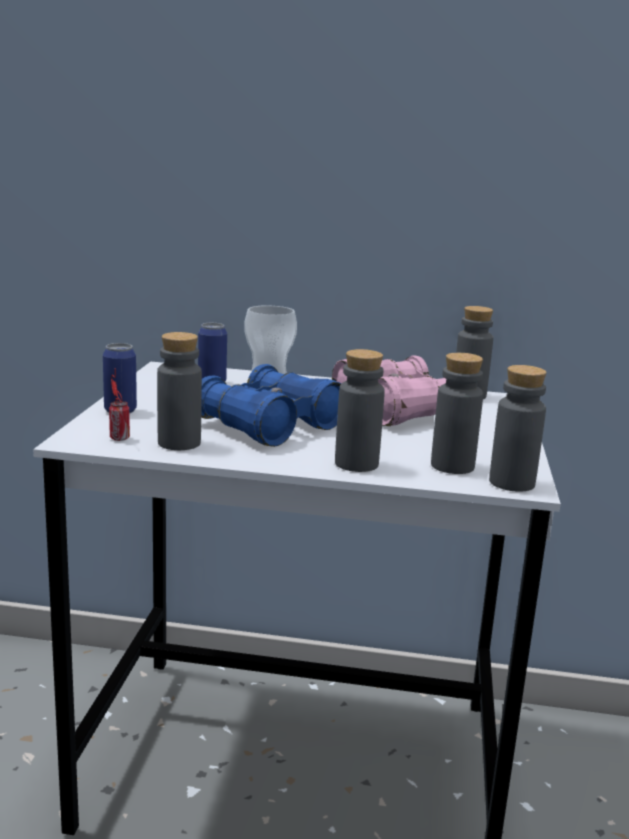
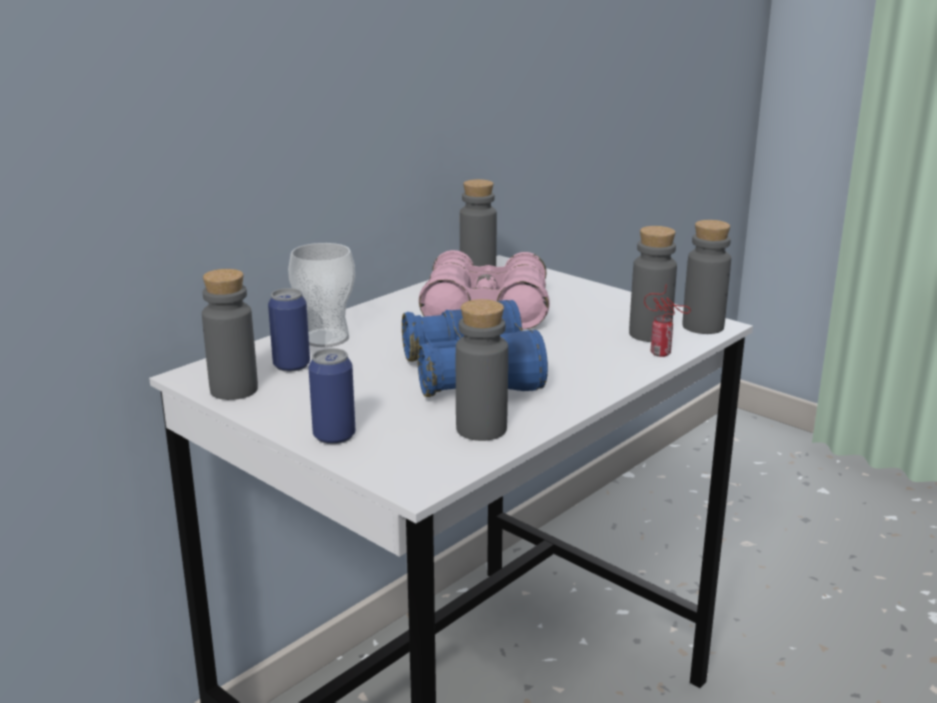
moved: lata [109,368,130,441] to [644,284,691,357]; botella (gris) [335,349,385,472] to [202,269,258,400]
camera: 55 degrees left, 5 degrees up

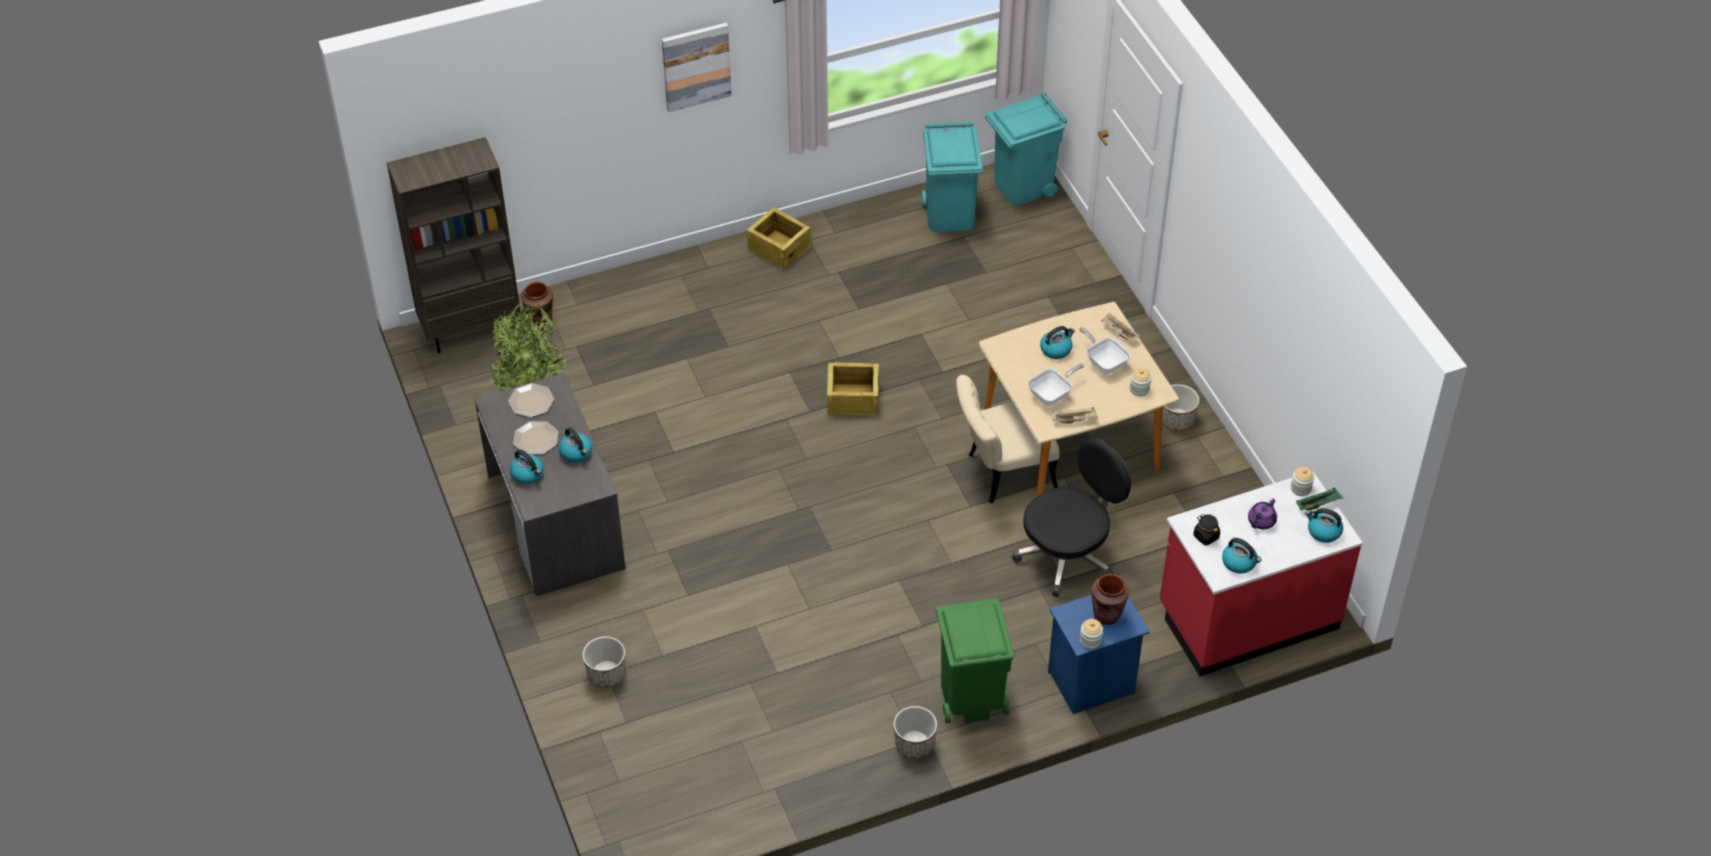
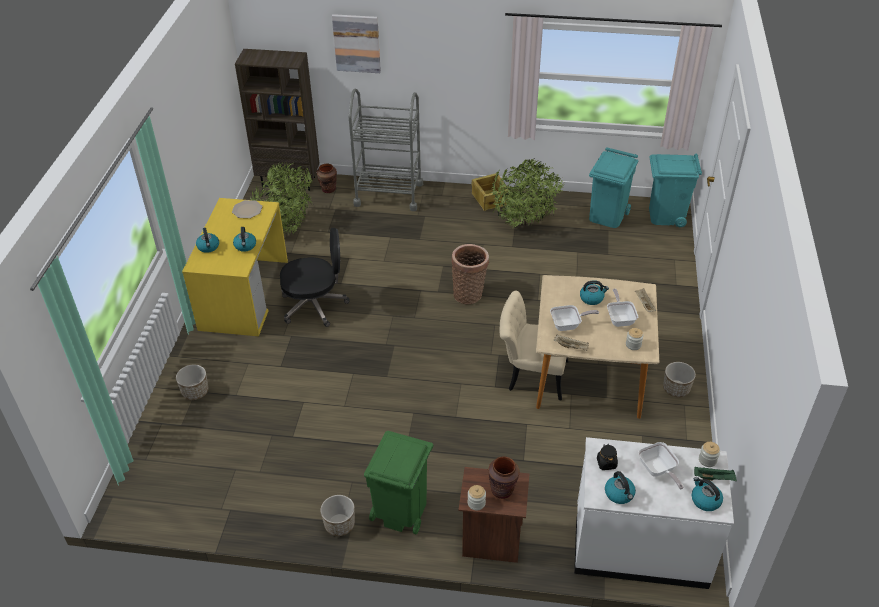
removed: plato [513,421,559,454]
added: carrito (gris) [348,88,423,211]; planta en maceta [489,158,564,228]
moved: cuadro [662,23,732,112] to [332,14,381,73]; silla de oficina (negro) [1012,439,1131,597] to [280,228,350,327]
replaced: caja de embalaje [827,362,879,416] to cesta [451,244,489,304]; tetera (morado) [1248,499,1277,529] to sartén [638,442,683,489]
recoloured: escritorio (gris) [474,373,626,597] to escritorio (amarillo) [182,198,288,336]; mesita de noche (azul) [1048,595,1150,714] to mesita de noche (marrón) [458,467,529,563]; mueble bajo de cocina (rojo) [1160,472,1363,676] to mueble bajo de cocina (blanco) [574,437,734,589]
camera: 30 degrees right, 5 degrees down

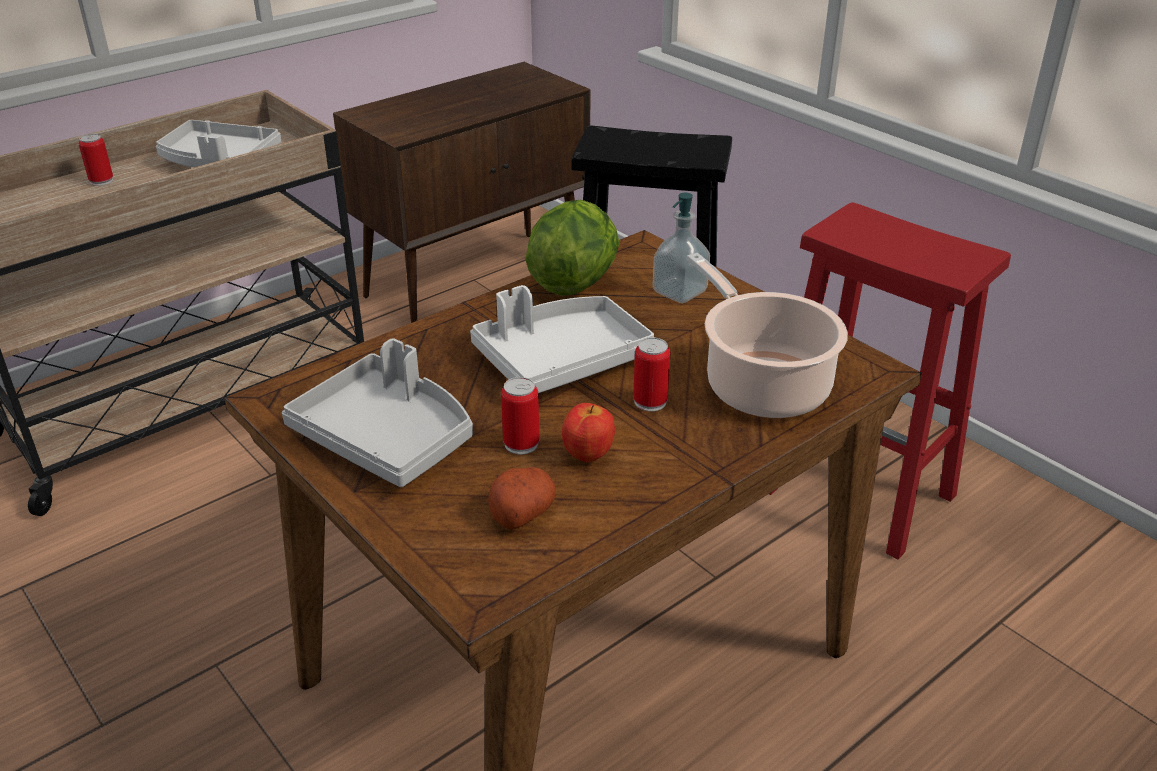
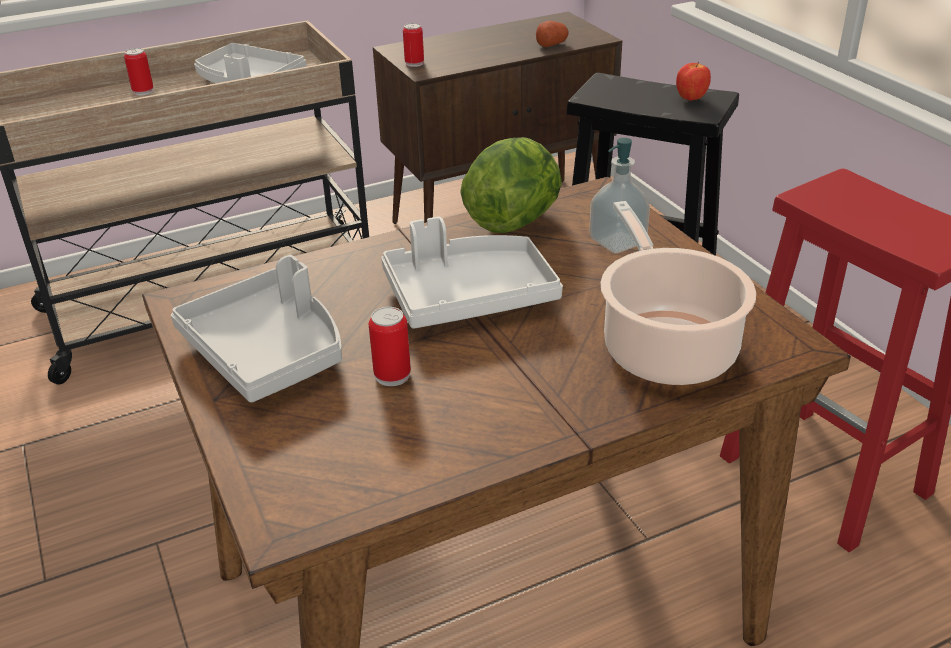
moved: patata [488,467,555,530] to [536,21,569,47]; manzana [562,403,615,462] to [676,62,711,101]; lata [633,337,670,411] to [403,23,424,67]
camera: 15 degrees right, 0 degrees up

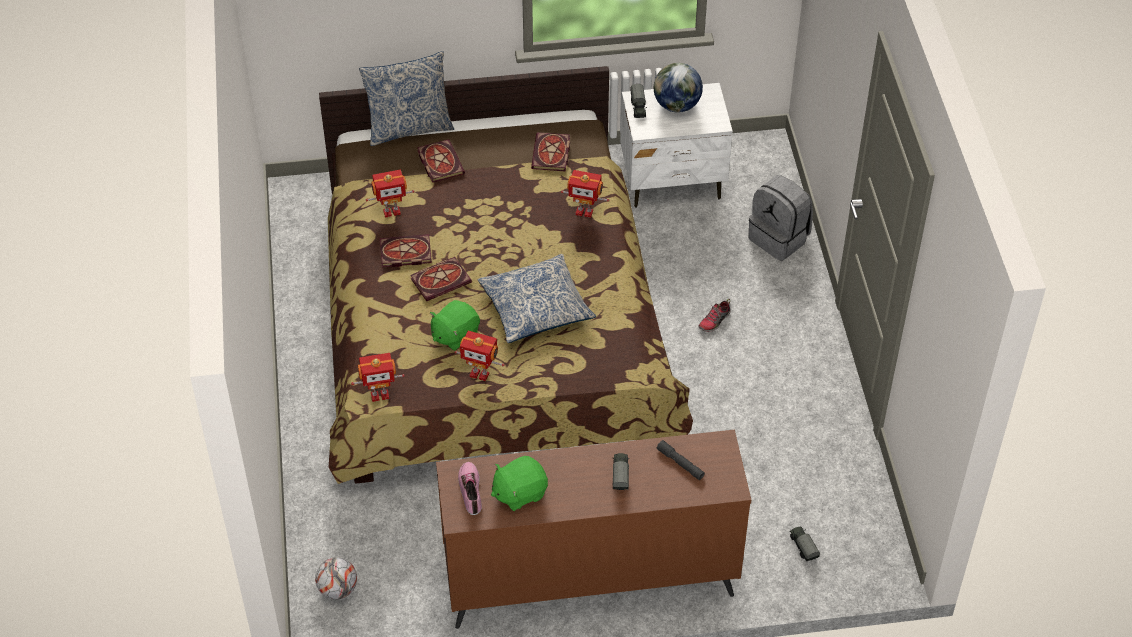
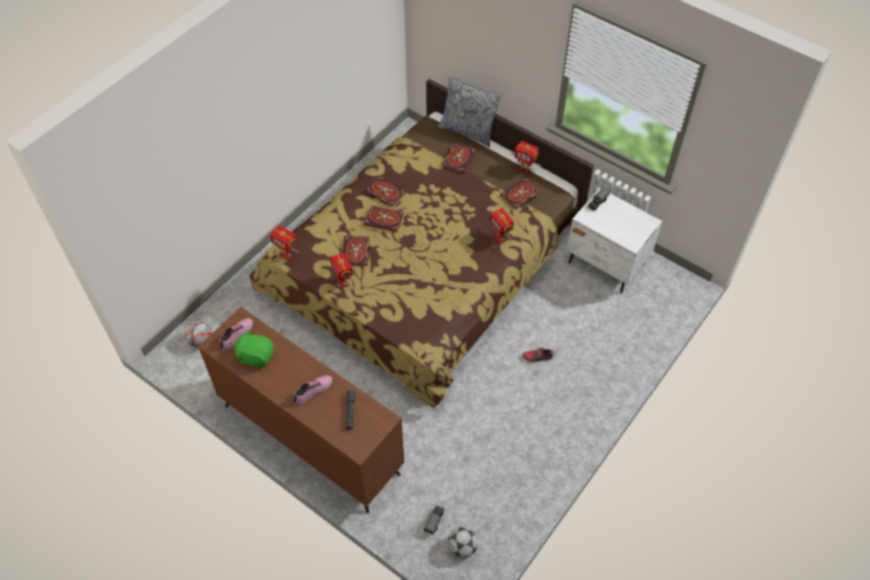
removed: cojín [478,254,596,343]; globo terráqueo [654,63,703,113]; mochila (gris) [748,175,813,261]
added: balón de fútbol [448,526,478,558]
moved: robot de juguete [366,170,414,218] to [511,141,541,175]
replaced: peluche (verde) [430,300,480,351] to libro [343,236,370,266]; camión de juguete [613,453,629,491] to zapato [293,375,332,405]
camera: 45 degrees right, 5 degrees up

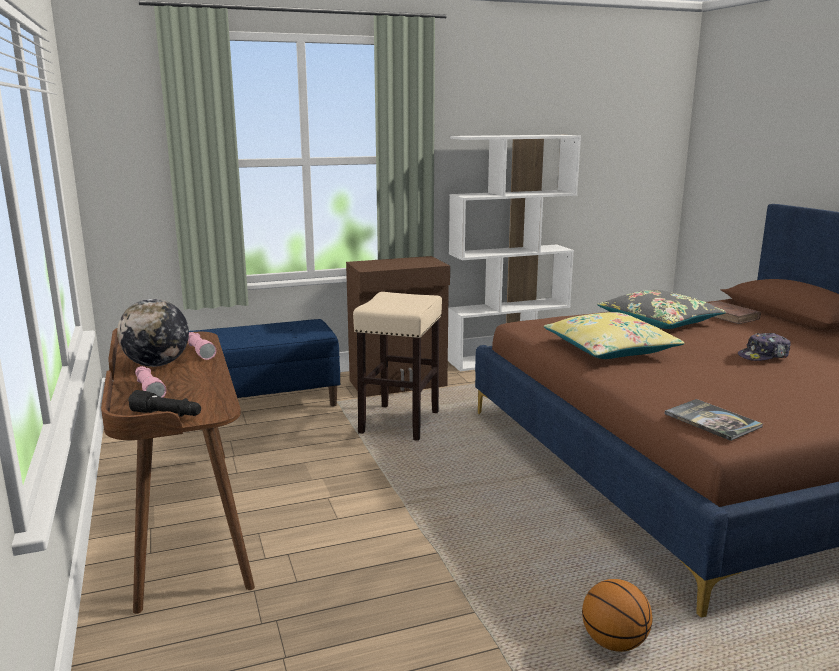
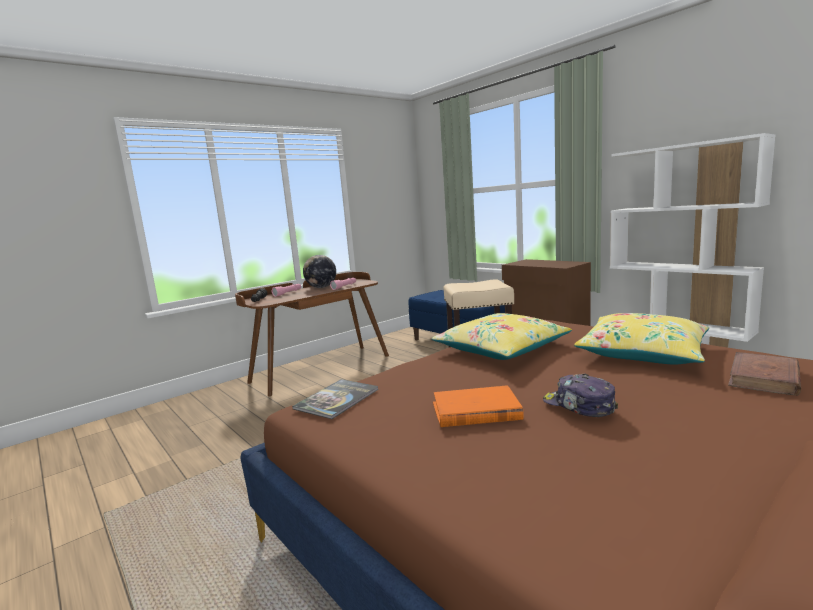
removed: balón de baloncesto [582,579,652,652]
added: libro (naranja) [433,385,524,427]
recoloured: cojín (gris) [597,290,726,329] to cojín (amarillo) [574,313,709,365]
camera: 70 degrees right, 5 degrees down

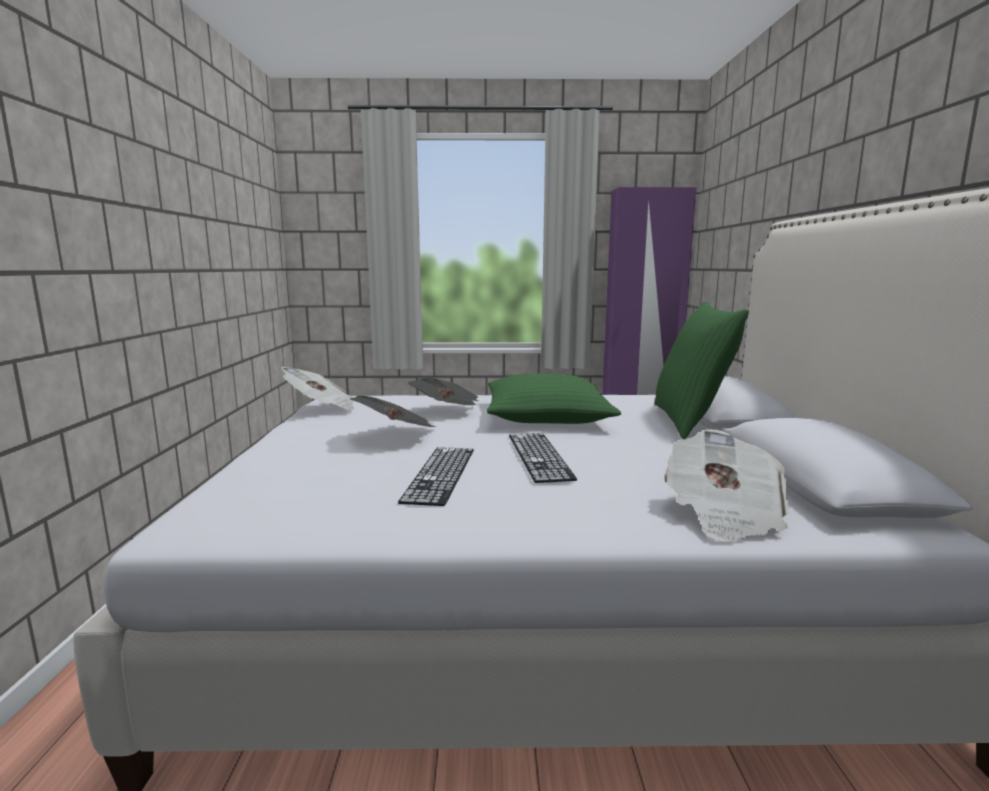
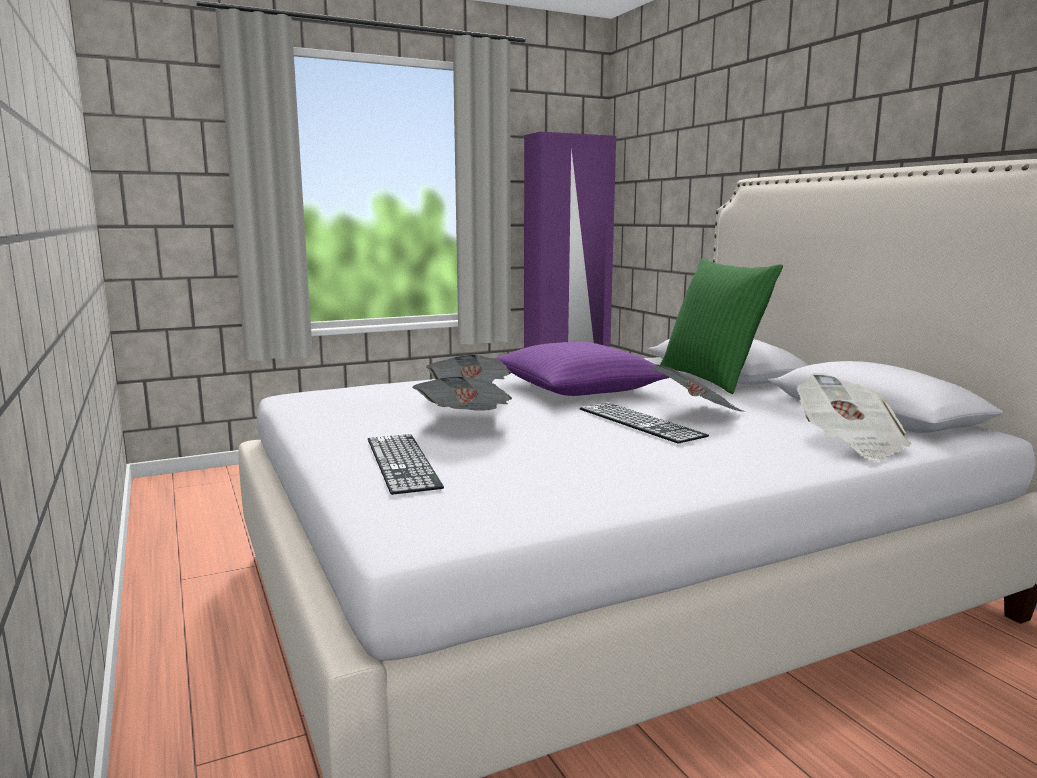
moved: periódico [281,367,354,410] to [651,364,745,412]; teclado [398,447,474,506] to [368,434,444,495]
recoloured: cojín (verde) [487,373,621,424] to cojín (morado) [494,342,670,396]
camera: 25 degrees left, 0 degrees up

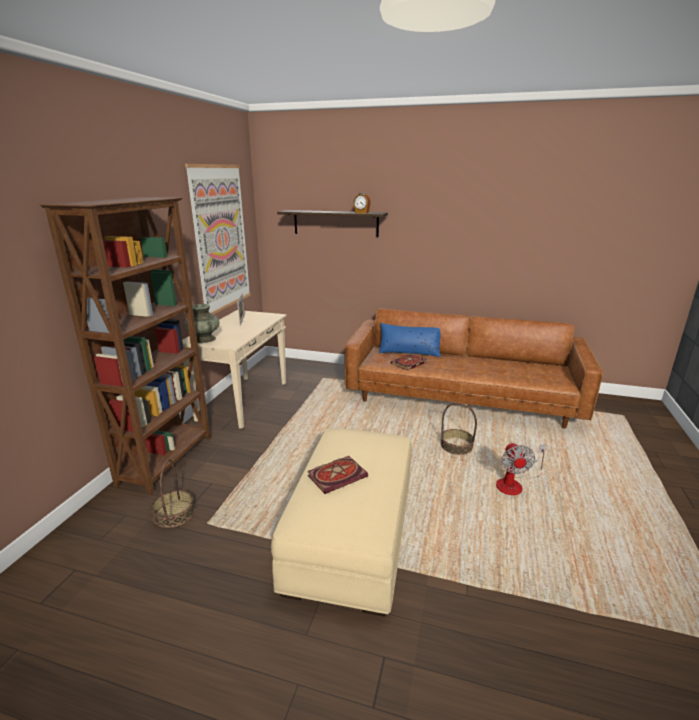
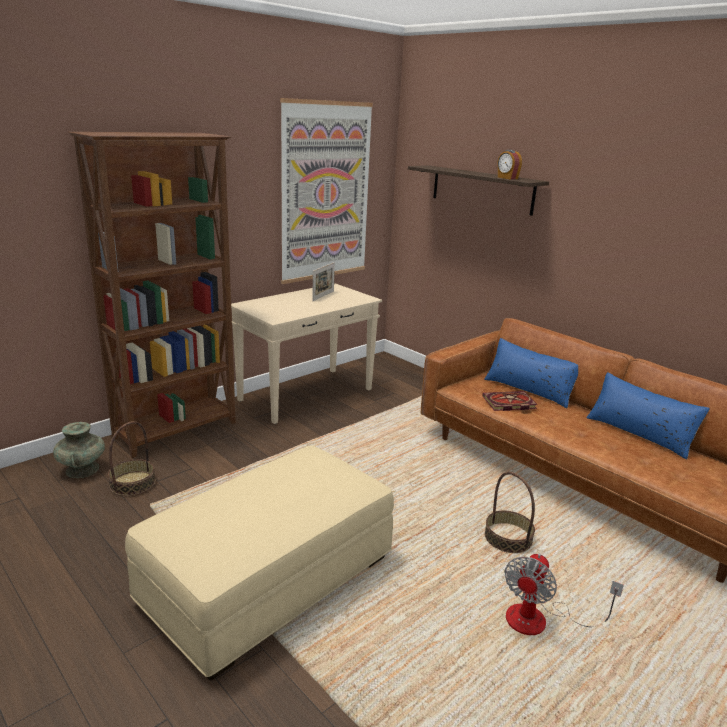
removed: libro [307,456,368,494]
added: cojín (azul) [586,372,710,460]
moved: florero (turquesa) [184,304,219,343] to [53,422,105,478]
camera: 30 degrees right, 0 degrees up

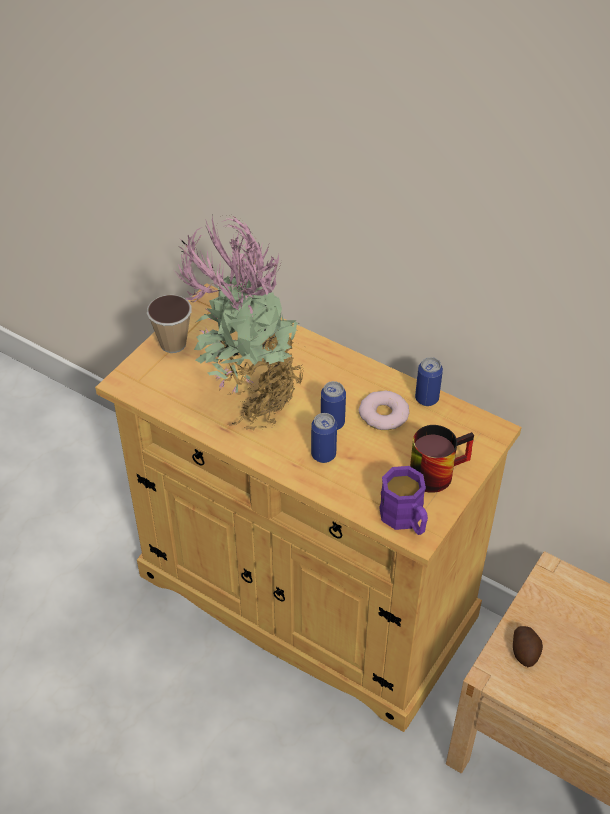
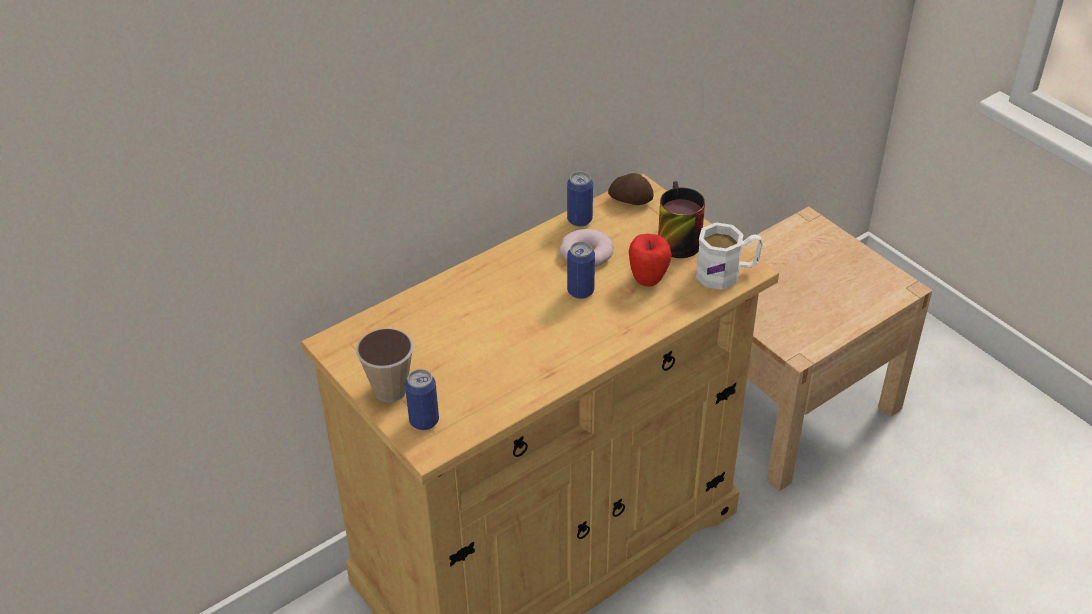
removed: planta en maceta [175,215,305,430]
added: manzana [629,234,671,287]
moved: lata [311,413,337,463] to [405,369,439,430]; patata [513,626,543,667] to [608,173,654,205]
recoloured: taza grande (morado) [379,466,428,535] to taza grande (blanco) [695,222,763,290]
camera: 70 degrees left, 5 degrees down

